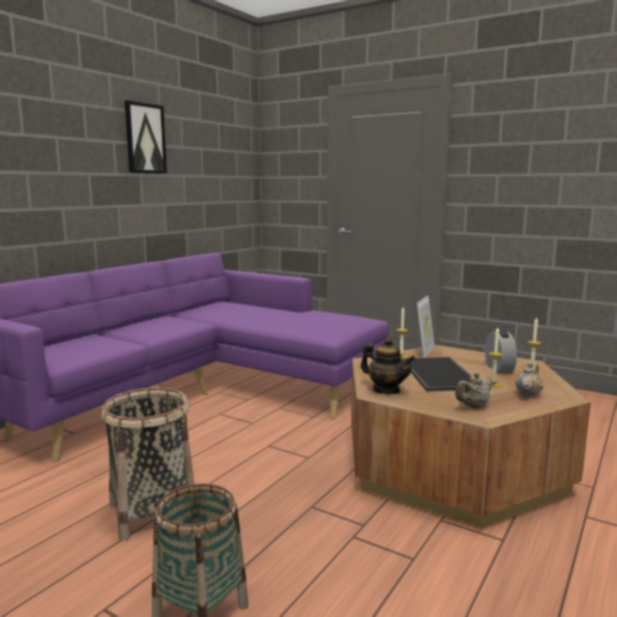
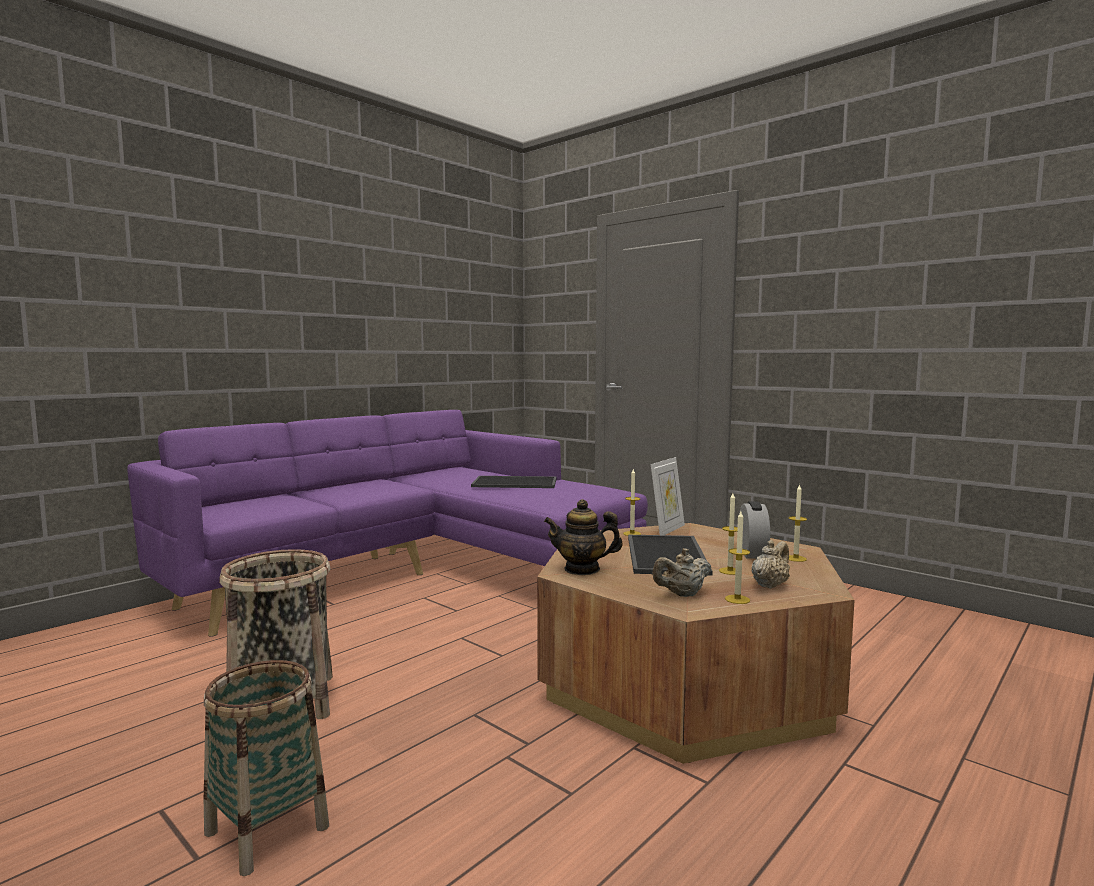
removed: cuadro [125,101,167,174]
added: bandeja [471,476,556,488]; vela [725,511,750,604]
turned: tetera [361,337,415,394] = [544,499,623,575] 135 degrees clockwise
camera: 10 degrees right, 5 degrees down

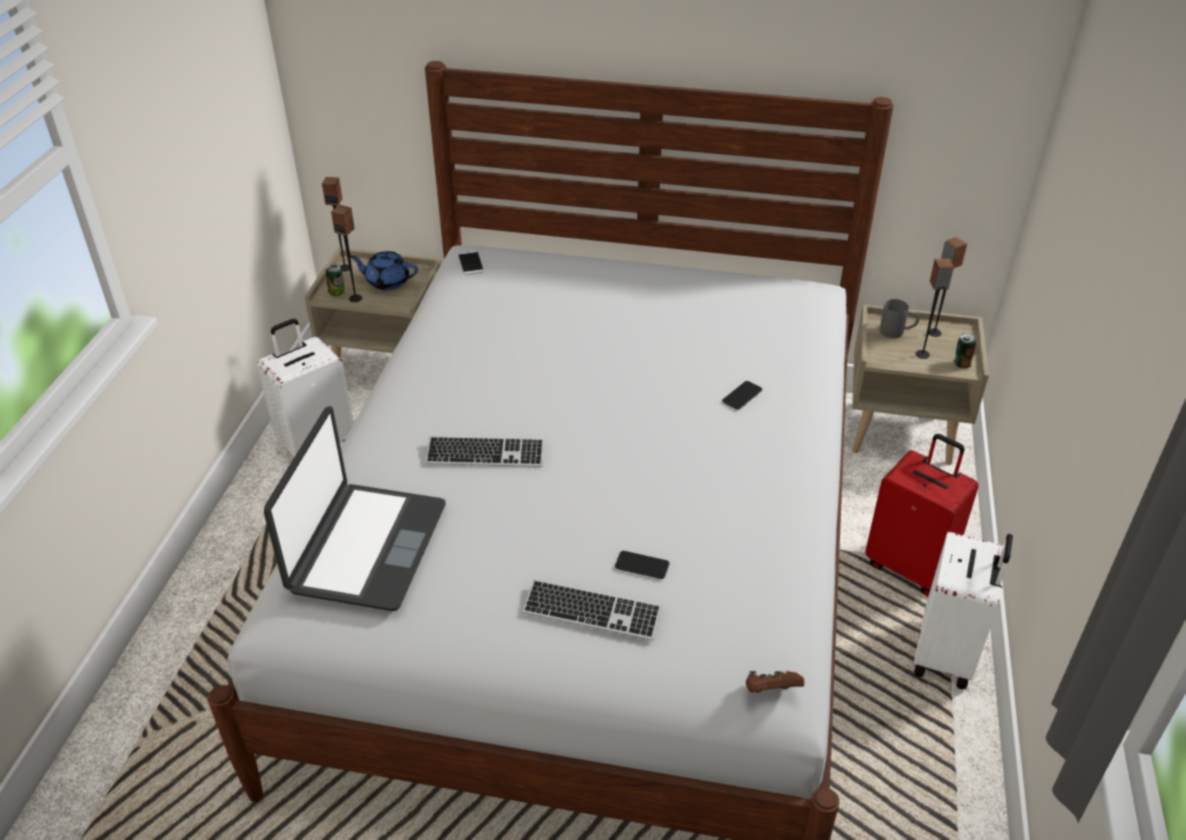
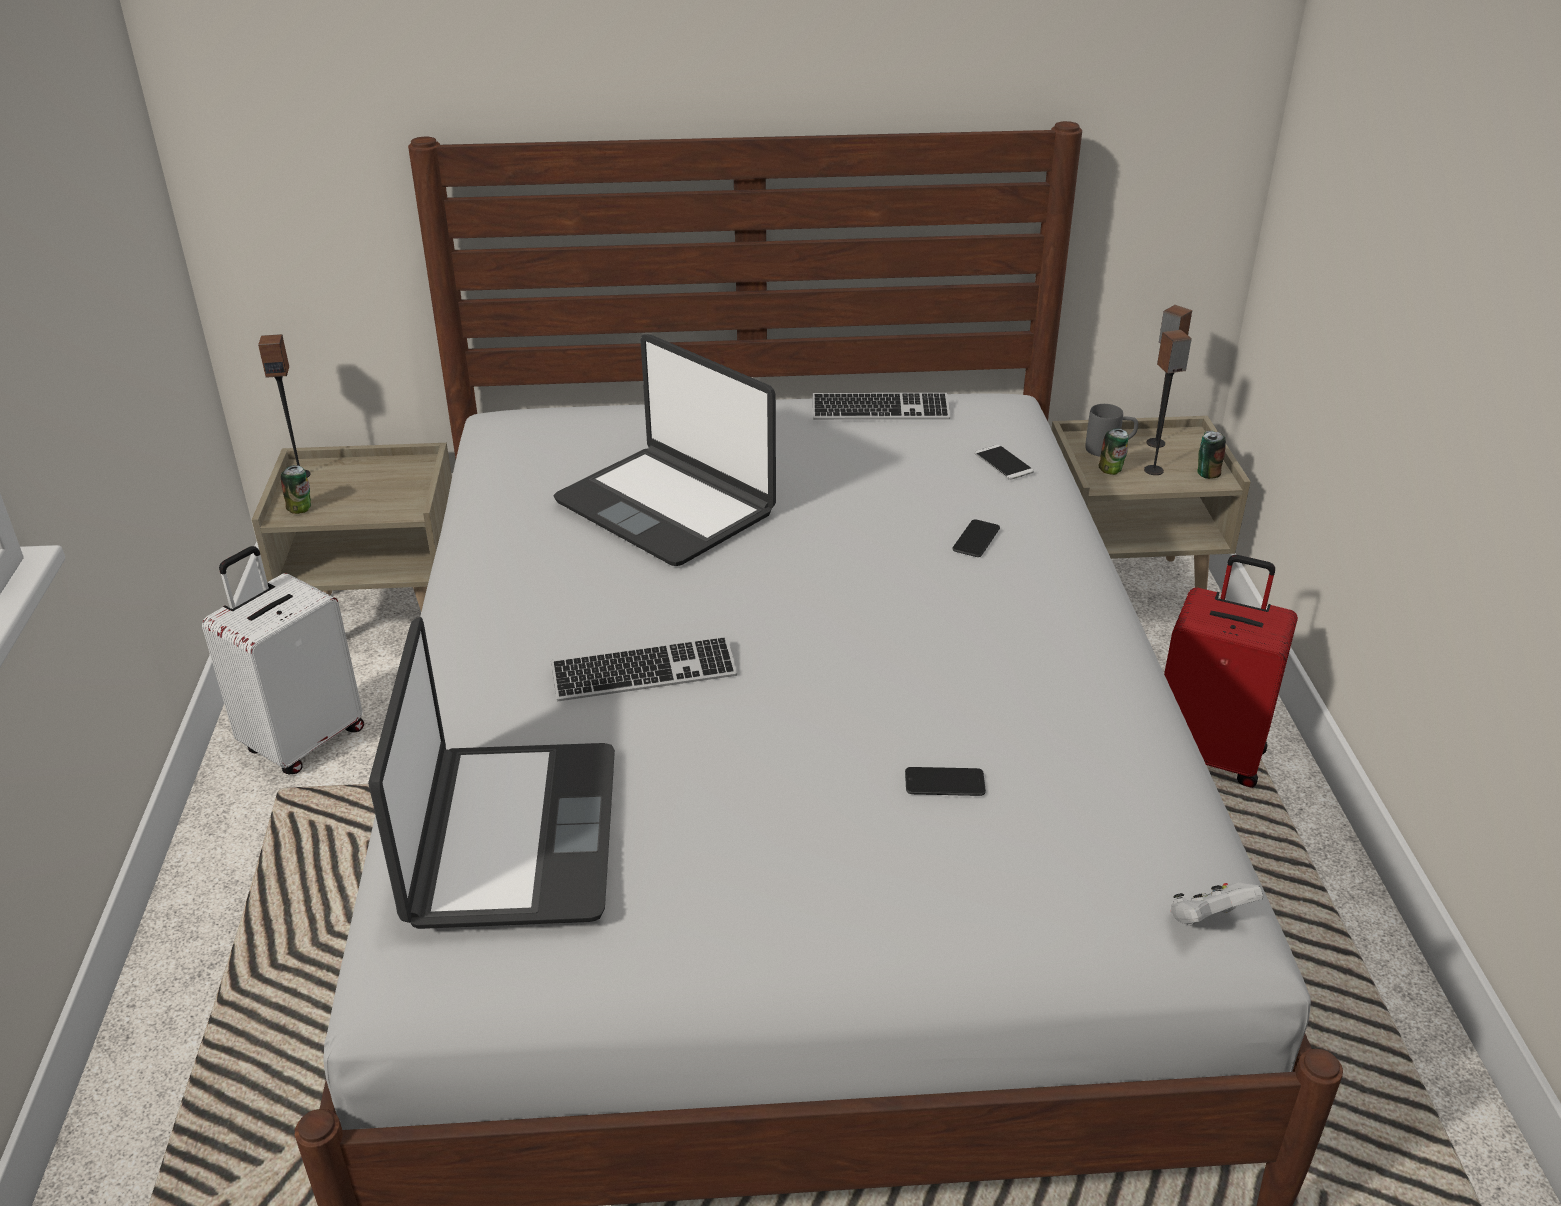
removed: altavoz [331,205,362,302]; tetera (azul) [350,251,418,290]; maleta (blanco) [914,531,1013,689]
added: portátil [553,334,776,566]; lata [1099,429,1129,475]
moved: móvil [458,251,484,275] to [975,445,1034,480]; teclado [523,579,662,641] to [813,393,950,420]
recoloured: mando de consola (marrón) [746,670,804,693] to mando de consola (blanco) [1170,882,1263,926]
camera: 15 degrees left, 5 degrees down

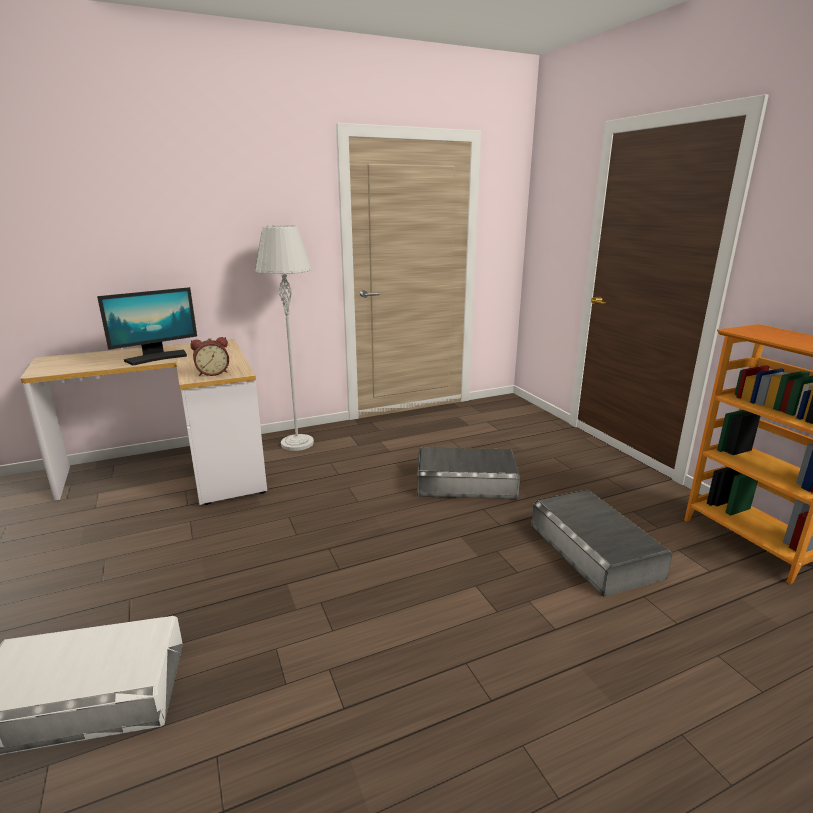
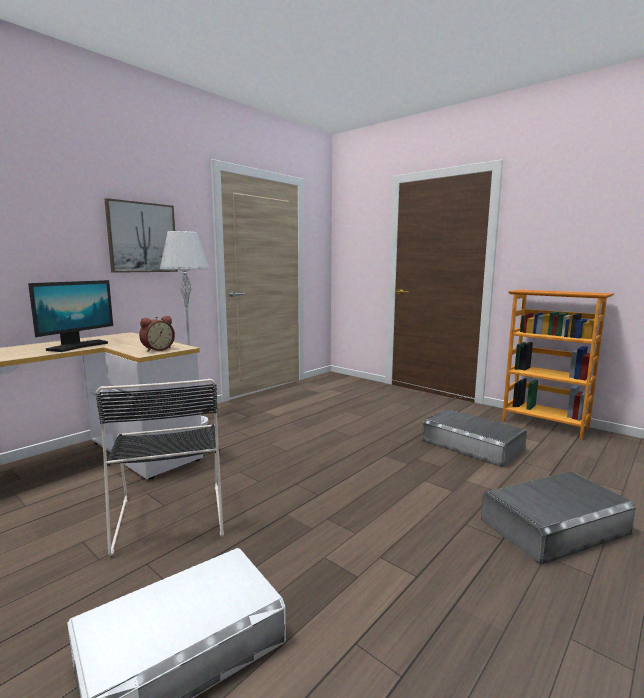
added: silla (negro) [95,379,224,556]; cuadro [105,198,178,273]
moved: caja de almacenaje (gris) [417,447,520,499] to [481,471,636,564]
camera: 25 degrees left, 10 degrees down

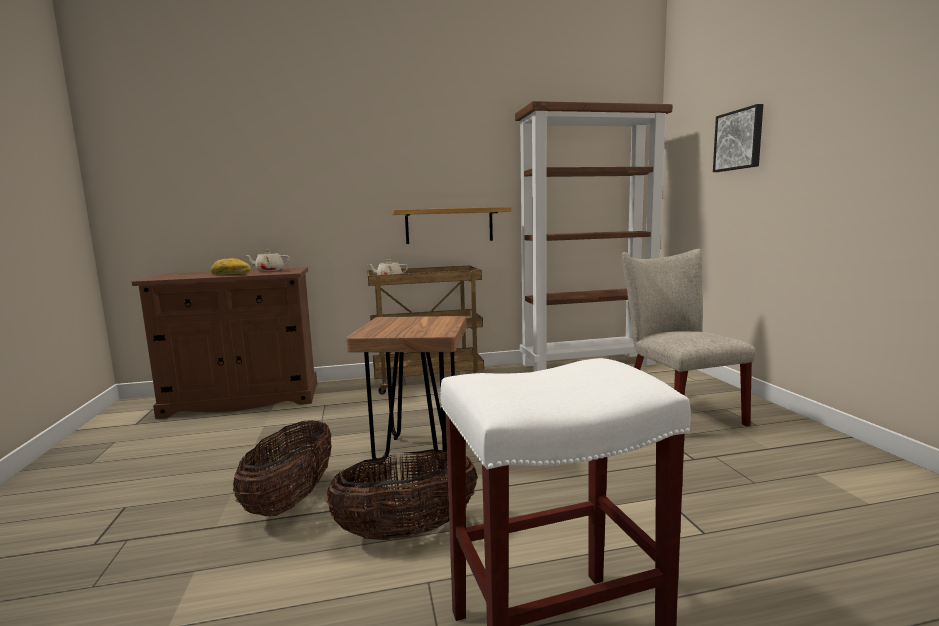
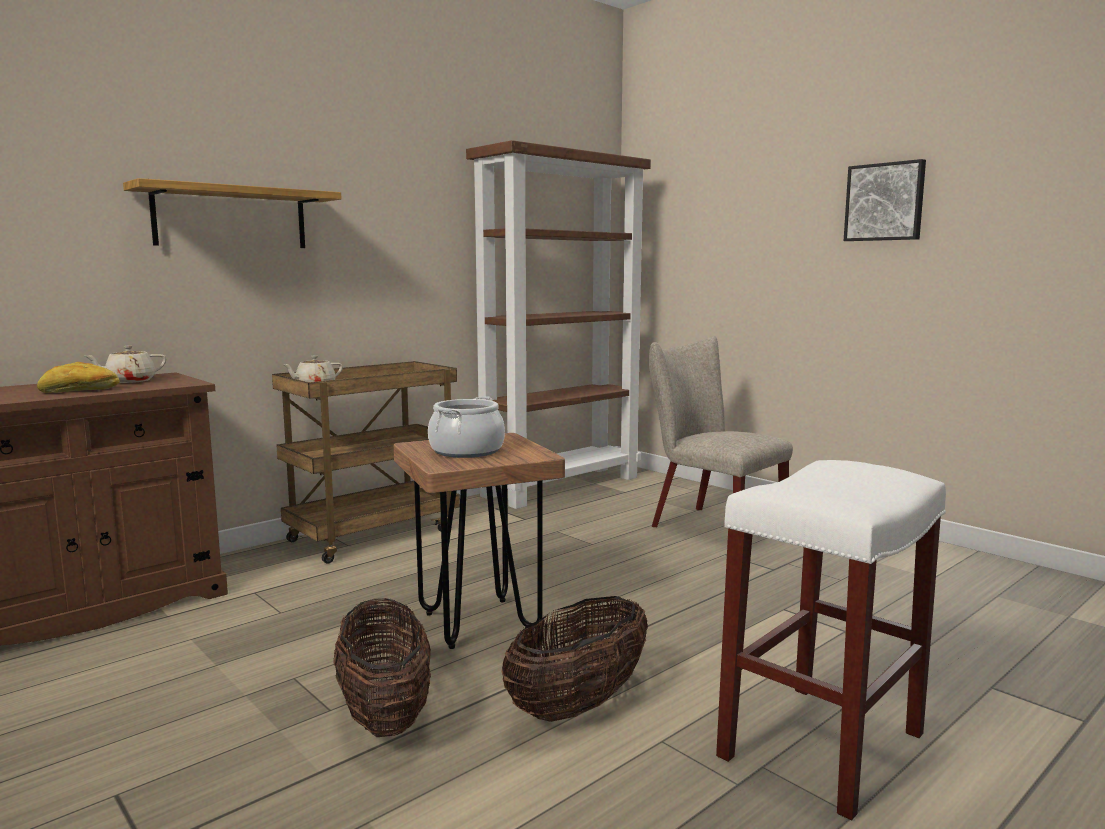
added: olla [428,396,505,458]
moved: estante [392,207,512,244] to [123,178,342,248]; cuadro [713,104,763,172] to [844,159,926,241]
camera: 30 degrees left, 0 degrees up

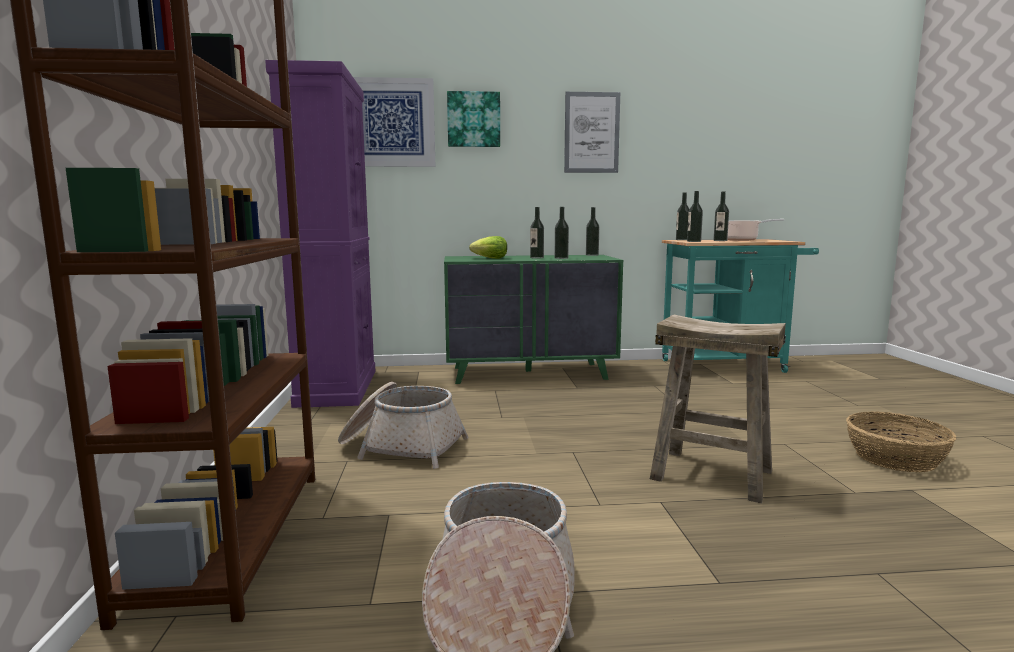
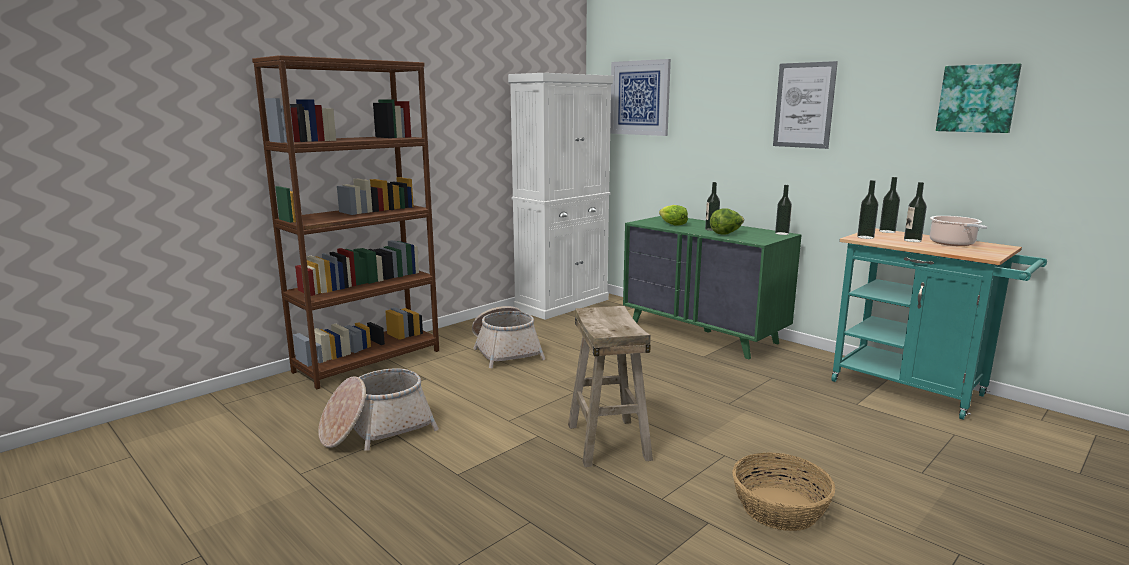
moved: cuadro [447,91,500,147] to [936,63,1022,133]
replaced: botella [555,207,569,259] to lechuga [710,208,744,234]
recoloured: armario (morado) [265,60,376,408] to armario (blanco) [508,73,613,320]
camera: 50 degrees right, 5 degrees up

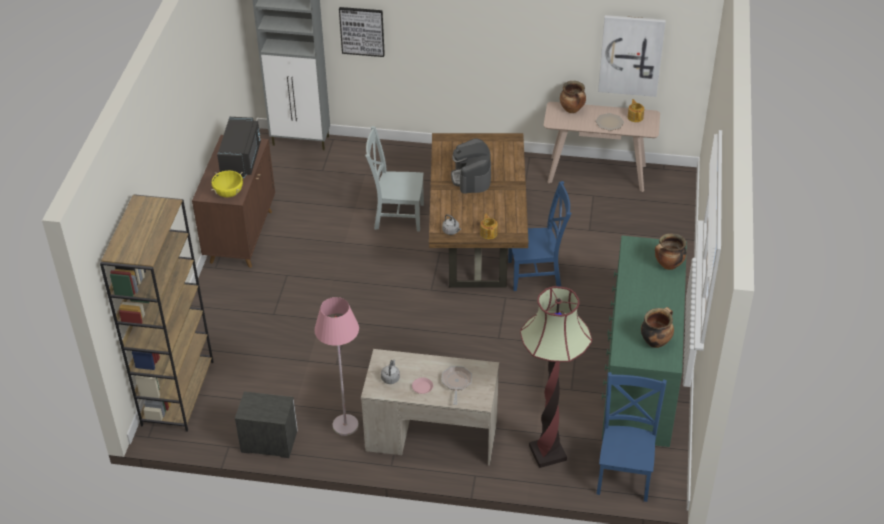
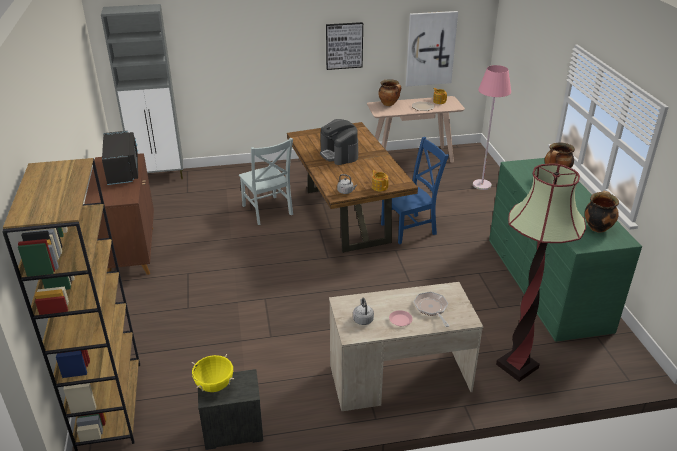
removed: silla (azul) [596,372,667,502]
moved: olla (amarillo) [211,171,243,197] to [192,354,234,392]; lámpara de pie (rosa) [314,297,359,436] to [473,65,511,190]; cuadro [339,7,385,57] to [326,22,363,70]
turned: silla (gris) [365,126,424,232] = [239,138,293,225] 105 degrees counterclockwise
camera: 20 degrees left, 10 degrees down

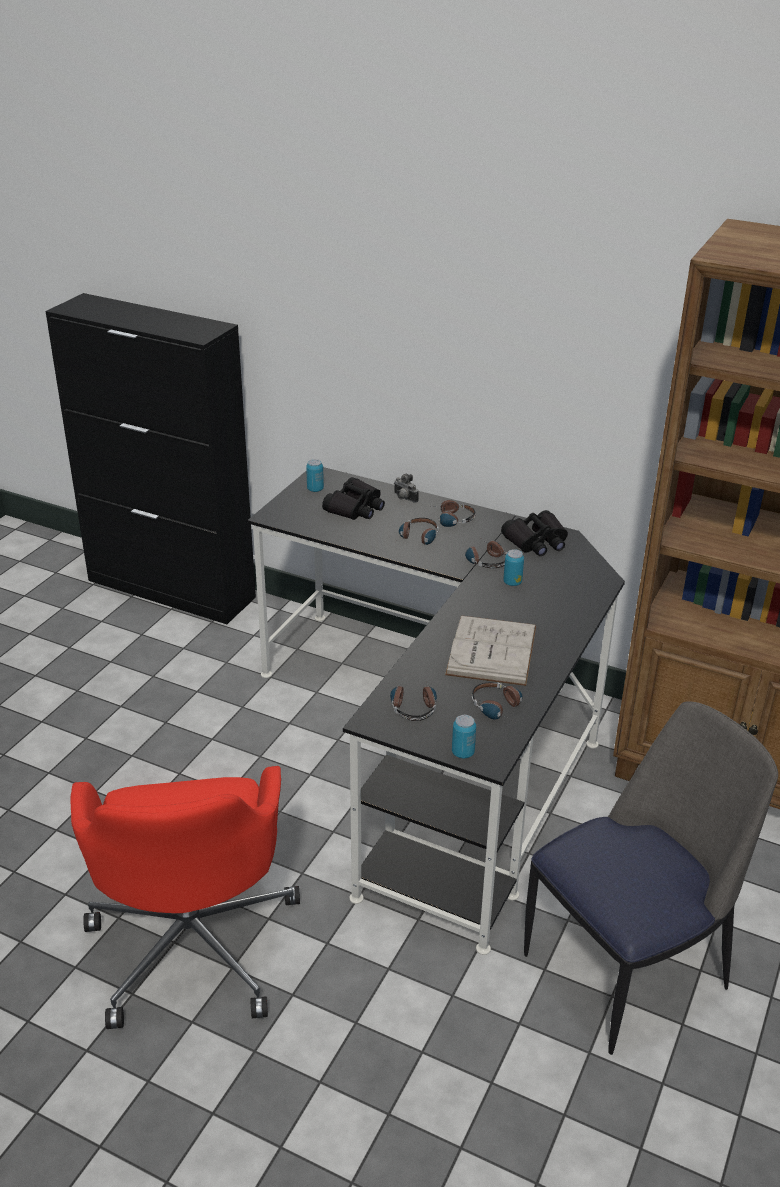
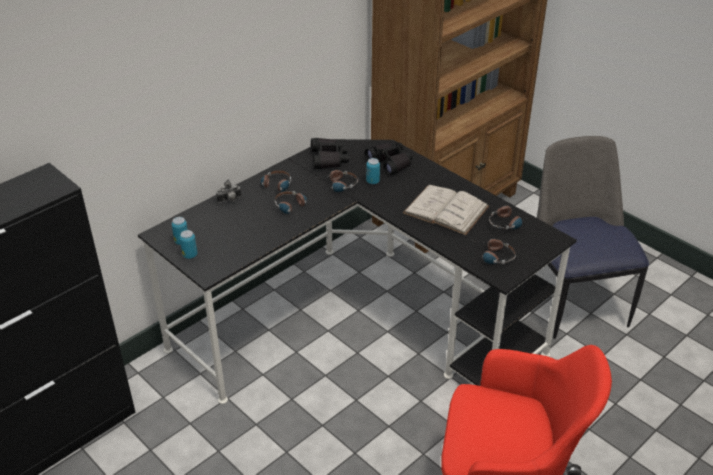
moved: prismáticos (negro) [322,477,385,520] to [365,143,413,175]; lata [452,715,476,758] to [180,230,197,259]
camera: 70 degrees left, 5 degrees up

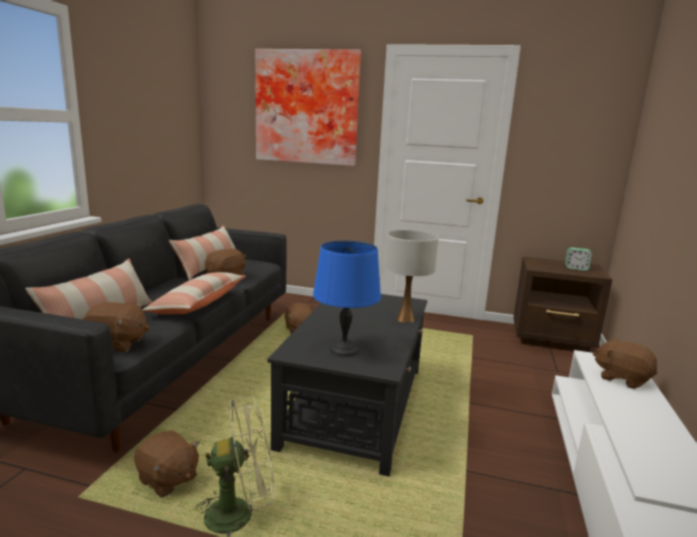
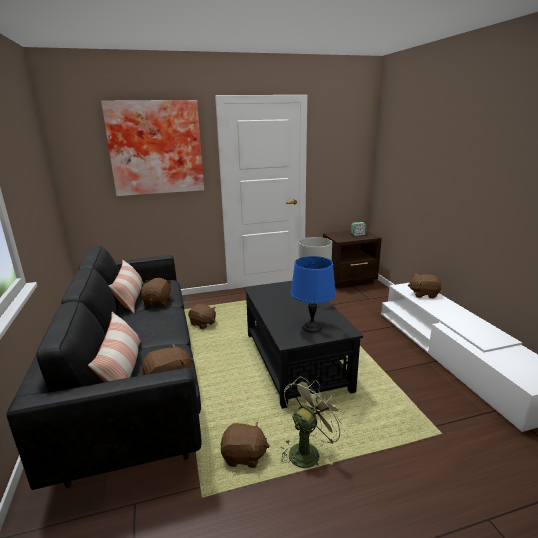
removed: cojín [142,272,246,314]
camera: 30 degrees left, 5 degrees up

